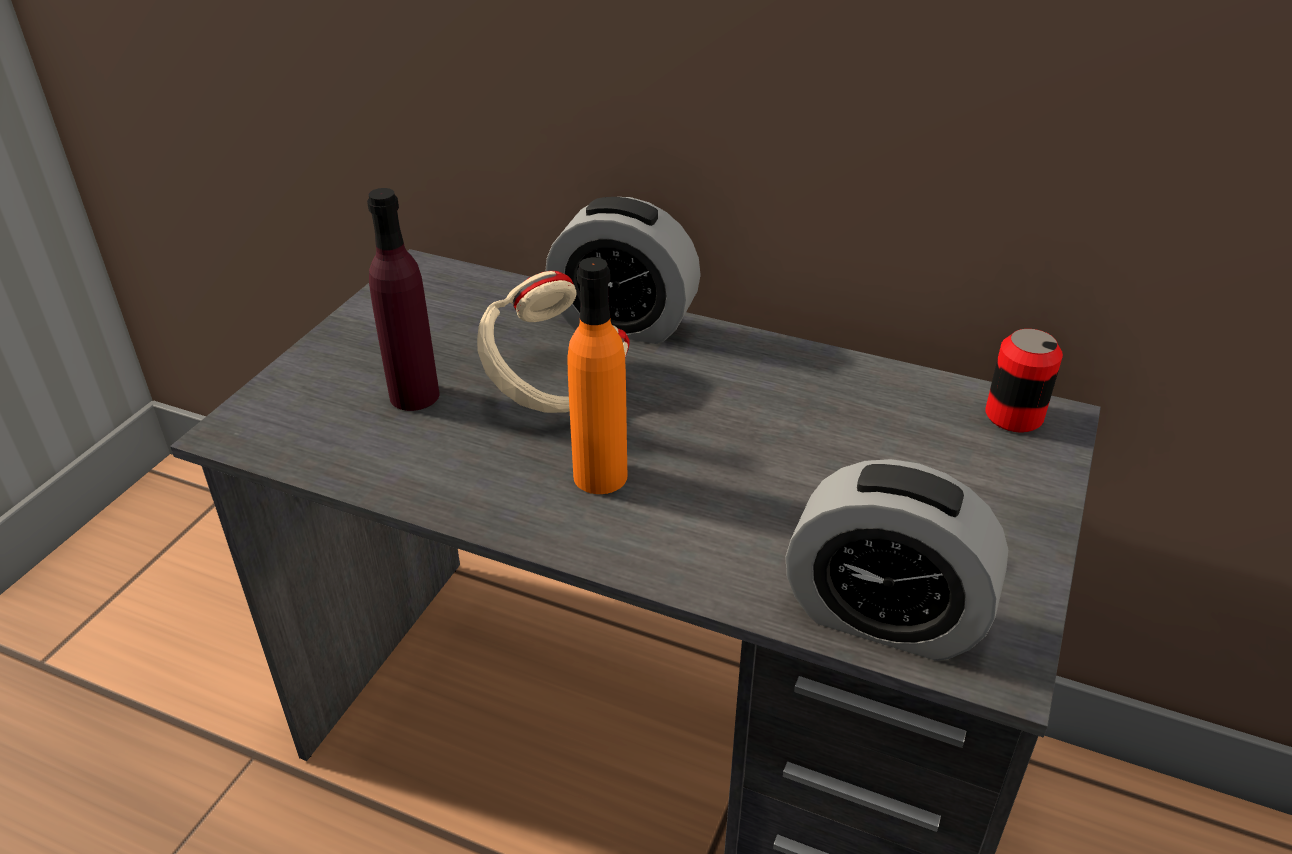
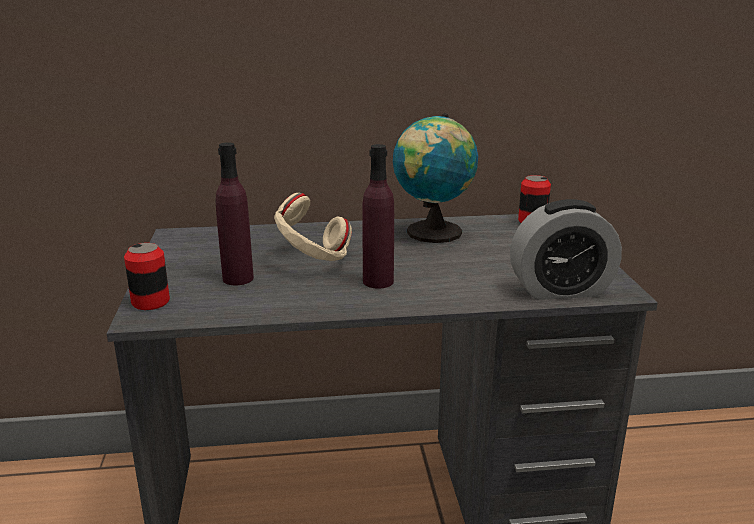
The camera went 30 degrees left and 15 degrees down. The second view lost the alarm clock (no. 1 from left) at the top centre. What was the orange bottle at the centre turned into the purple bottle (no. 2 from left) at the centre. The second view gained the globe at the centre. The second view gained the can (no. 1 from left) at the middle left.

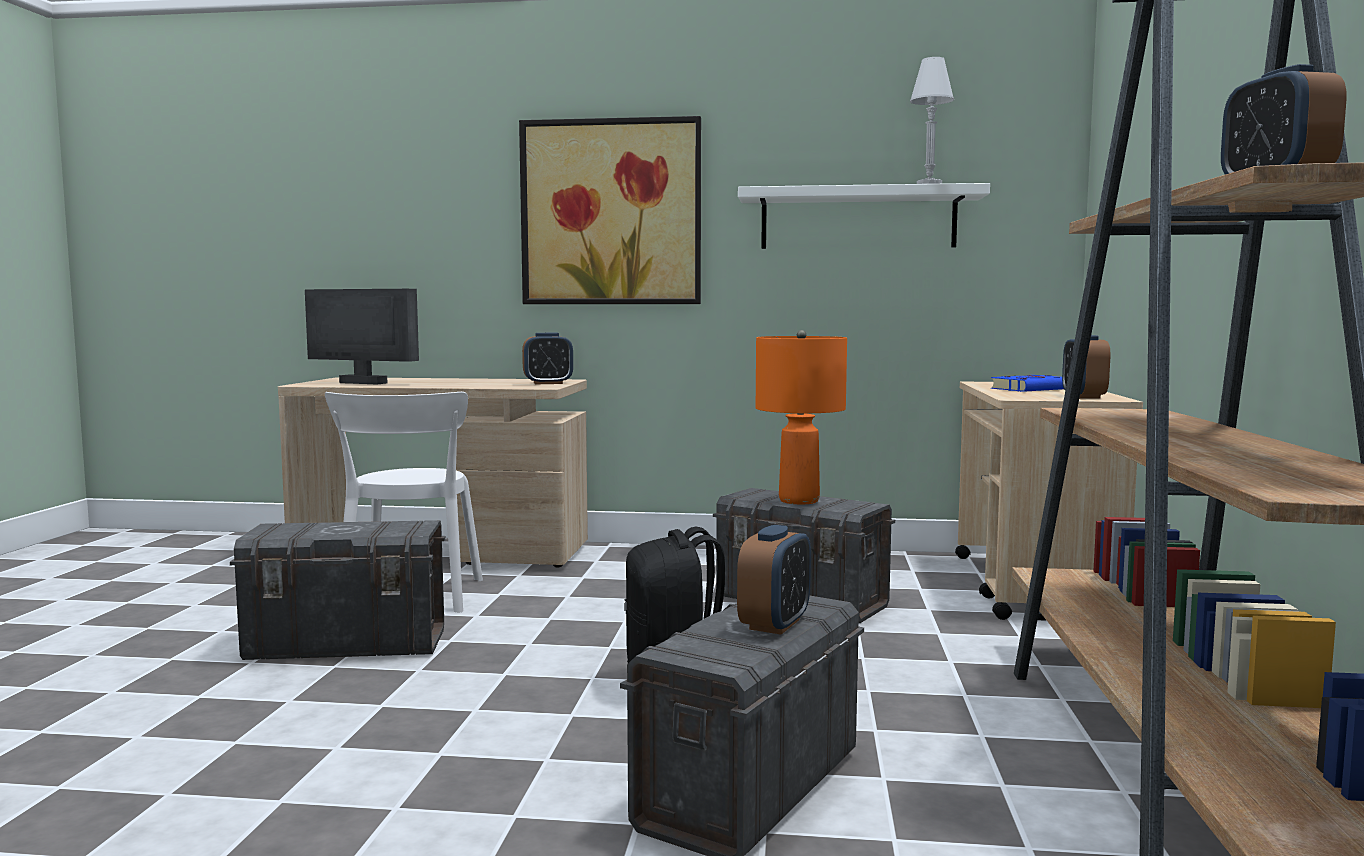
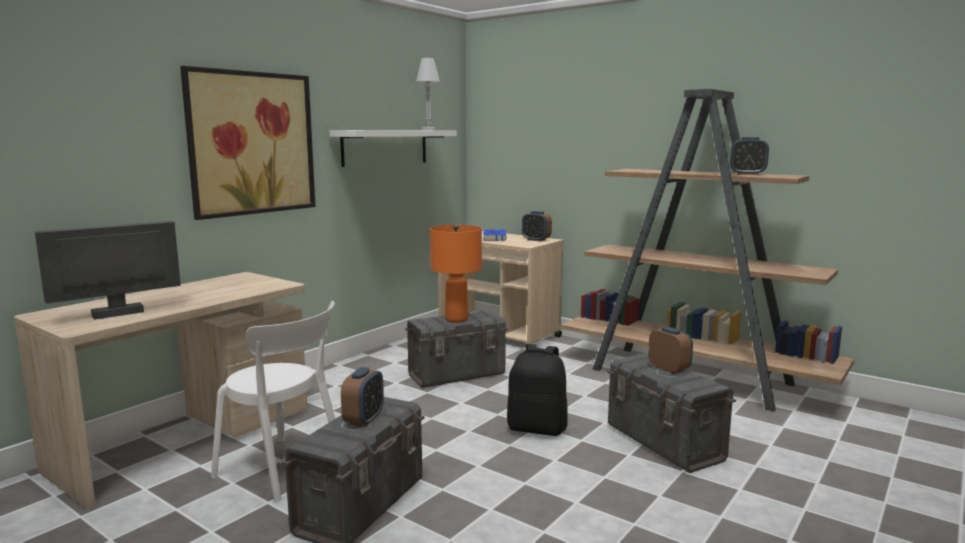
The camera went 60 degrees left and 5 degrees up. The alarm clock (no. 1 from left) ended up elsewhere, having gone from the centre to the bottom centre.

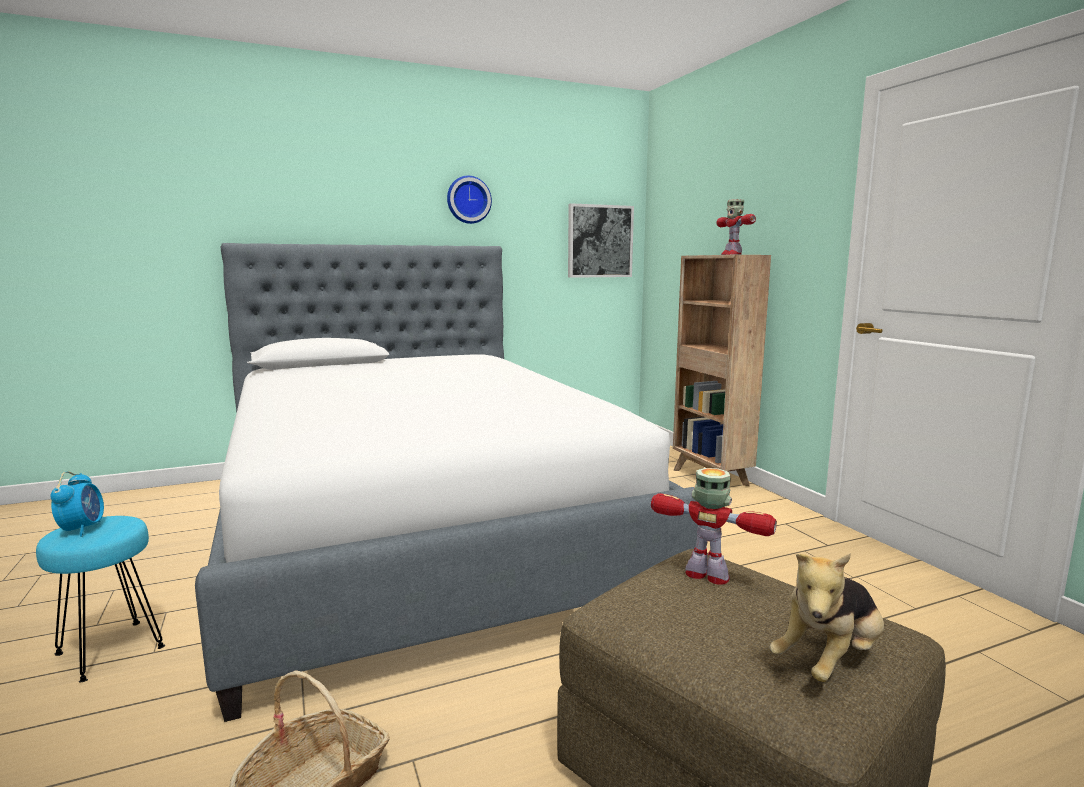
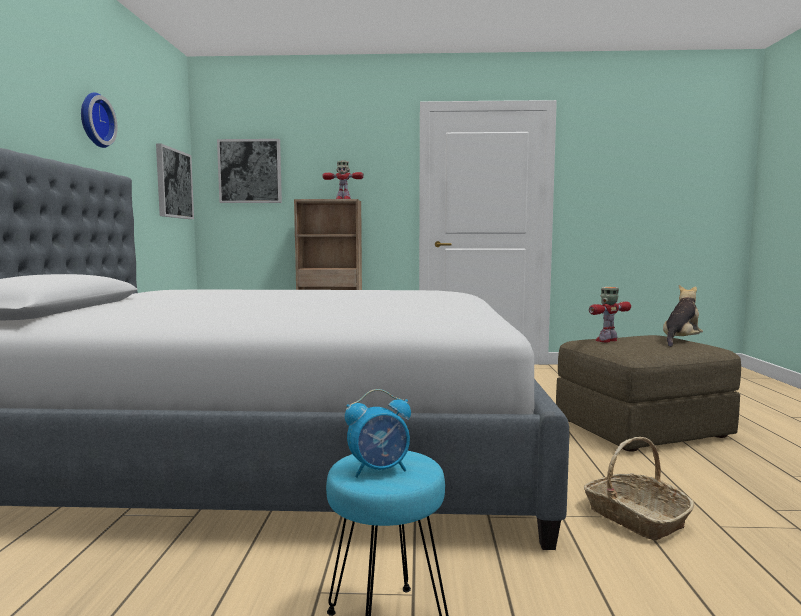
The camera went 65 degrees left and 5 degrees down. The alarm clock at the middle left ended up facing another way, 150 degrees clockwise from before. The plush toy at the bottom right ended up facing another way, 120 degrees counterclockwise from before. The second view gained the picture (no. 2 from left) at the top left.

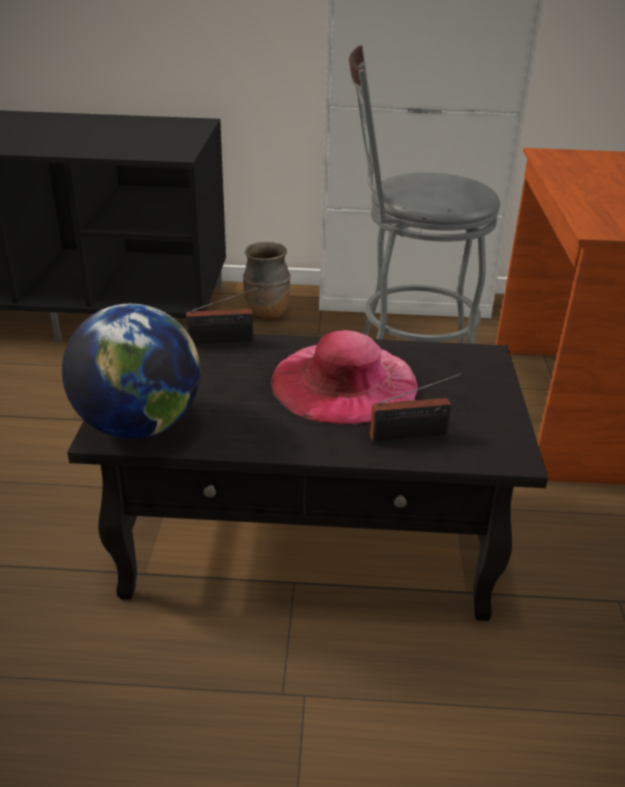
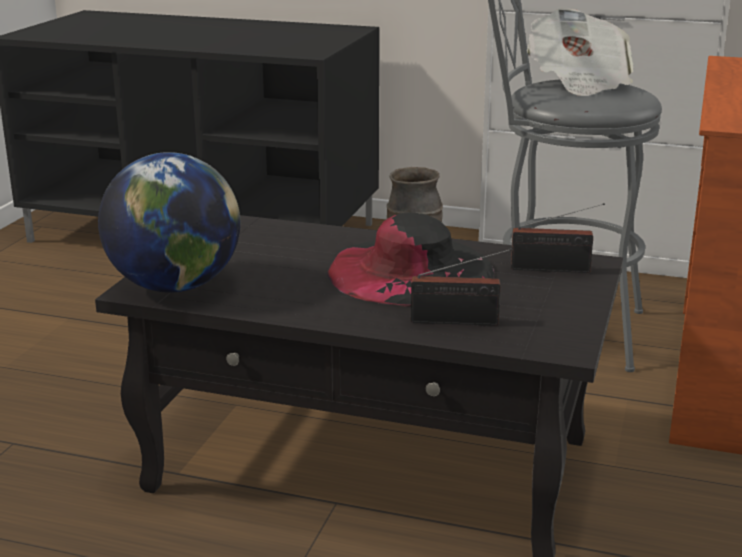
The camera went 15 degrees right and 10 degrees down. The radio (no. 1 from left in the first image) ended up elsewhere, having gone from the centre to the middle right. What was the pink hat at the centre turned into the black hat at the centre. The second view gained the newspaper at the top right.

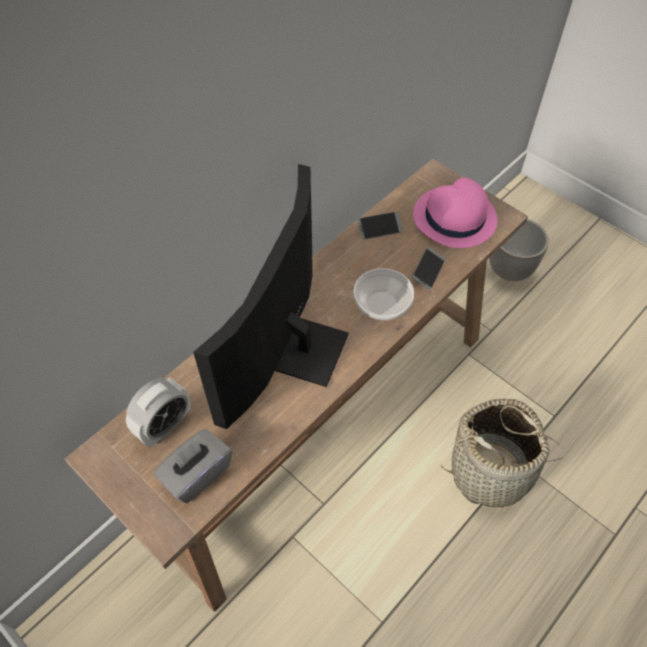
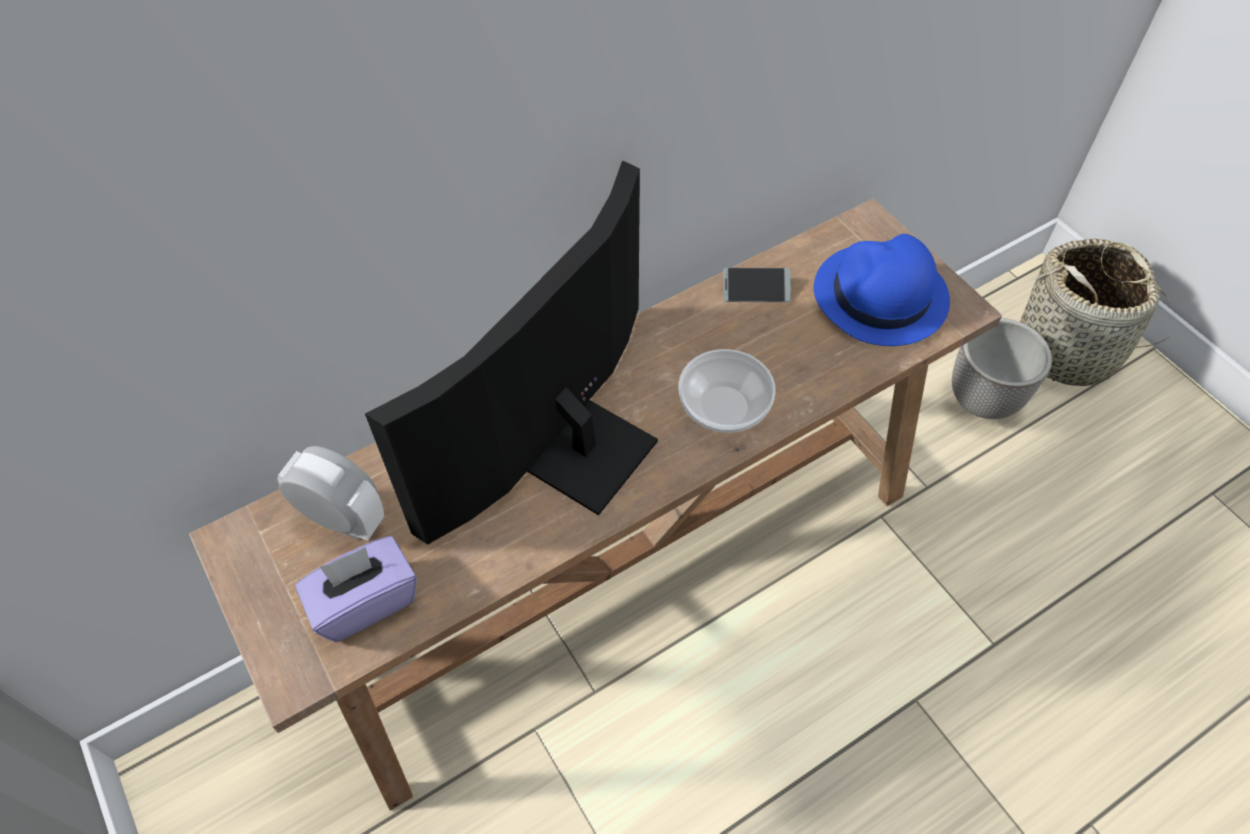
The camera went 15 degrees right and 0 degrees up. What was the pink hat at the top right turned into the blue hat at the middle right. The second view lost the phone (no. 2 from left) at the centre. The alarm clock at the middle left ended up facing another way, 120 degrees counterclockwise from before. The basket ended up elsewhere, having gone from the bottom right to the middle right. What was the grey tissue box at the bottom left turned into the purple tissue box at the bottom left.

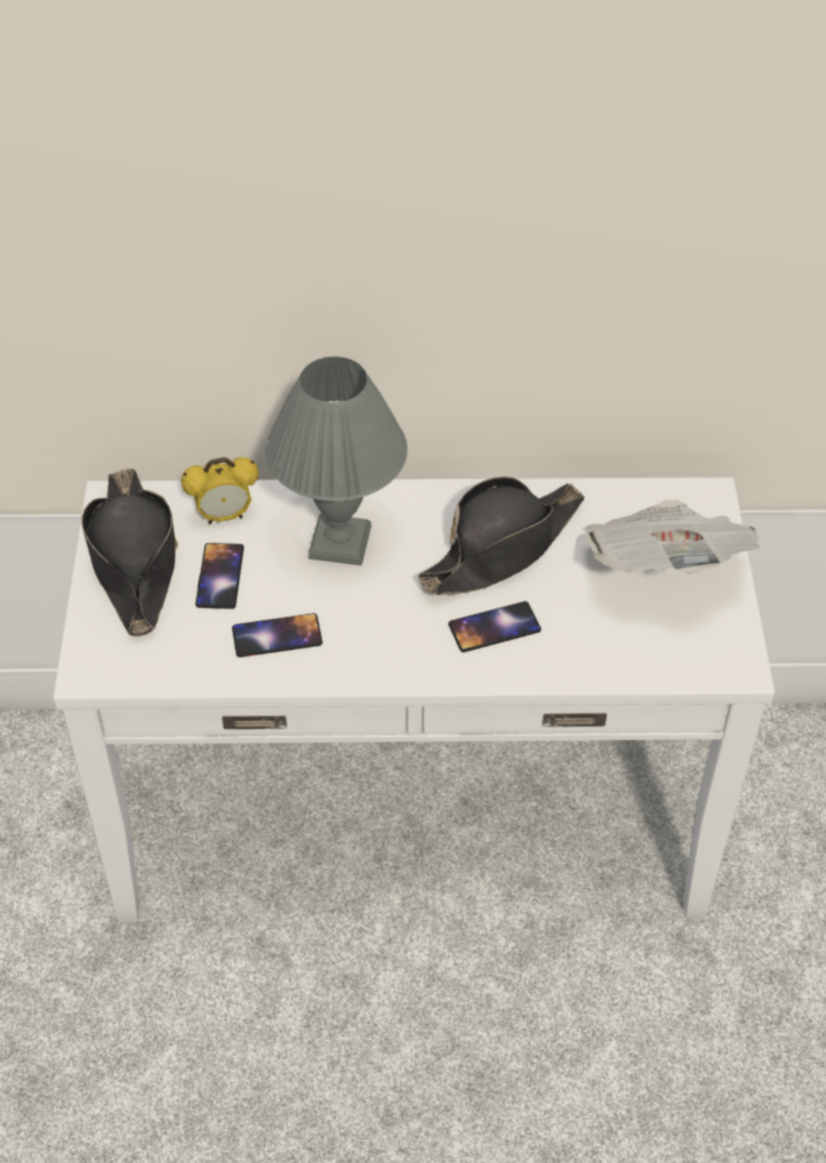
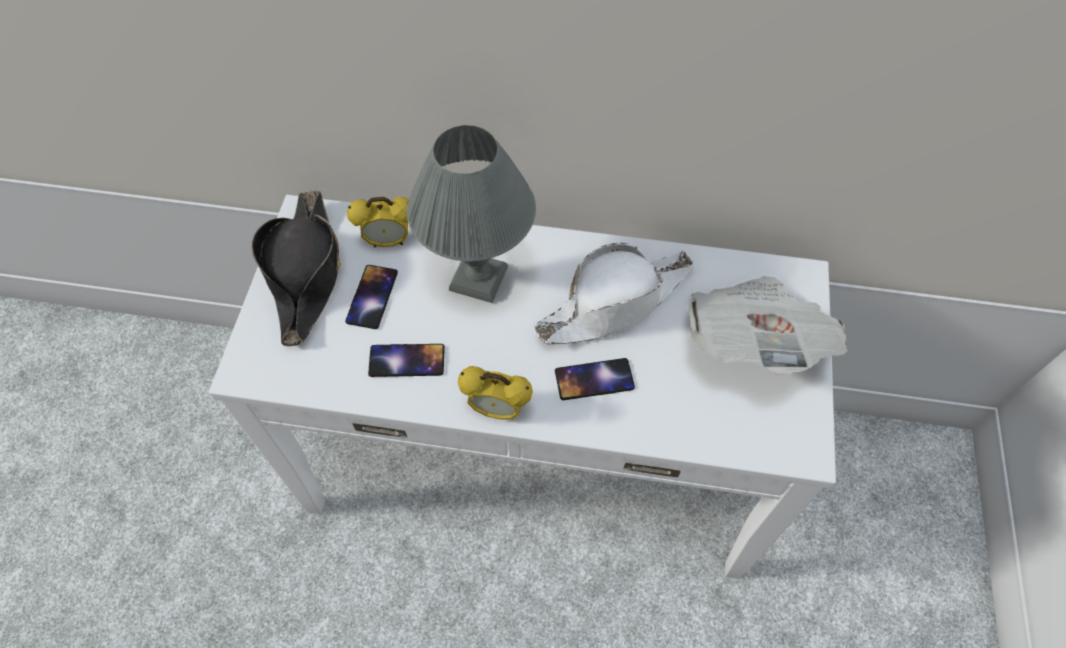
The camera went 10 degrees right and 10 degrees up. What was the black hat (no. 2 from left) at the centre turned into the white hat at the centre. The second view gained the alarm clock (no. 2 from left) at the centre.

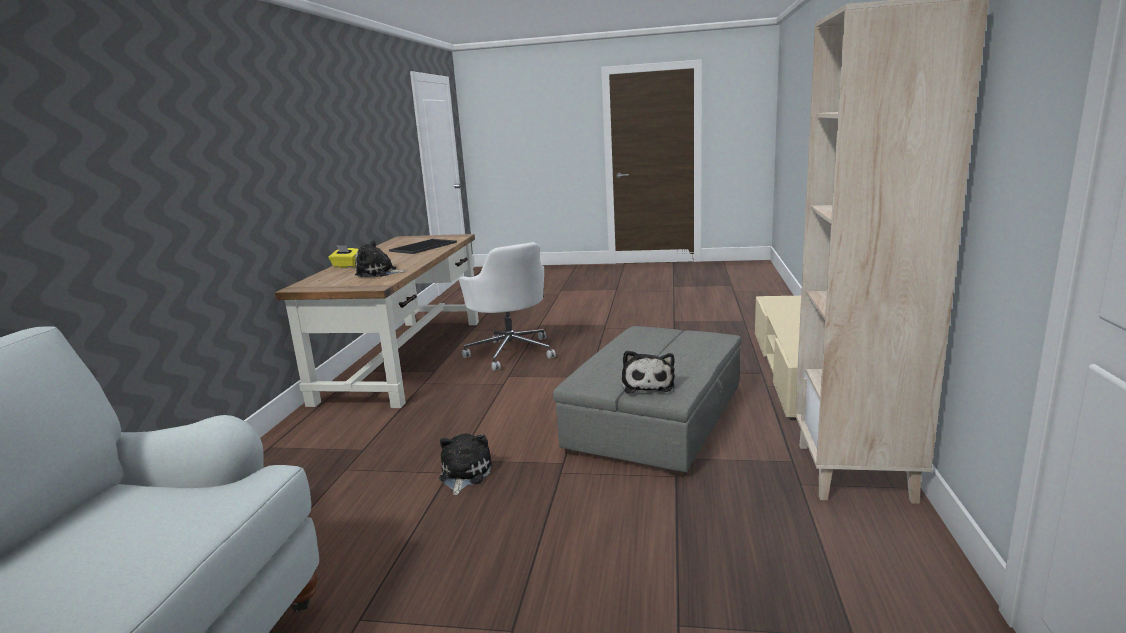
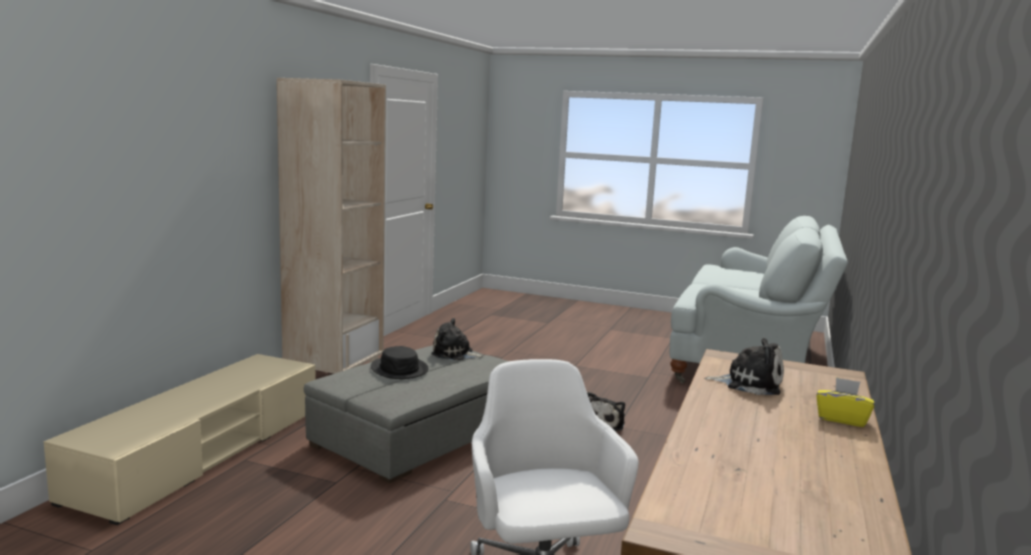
The camera went 170 degrees left and 5 degrees down. The second view lost the tray at the centre. The plush toy (no. 3 from left in the first image) at the centre ended up facing another way, 90 degrees counterclockwise from before. The second view gained the black hat at the centre.

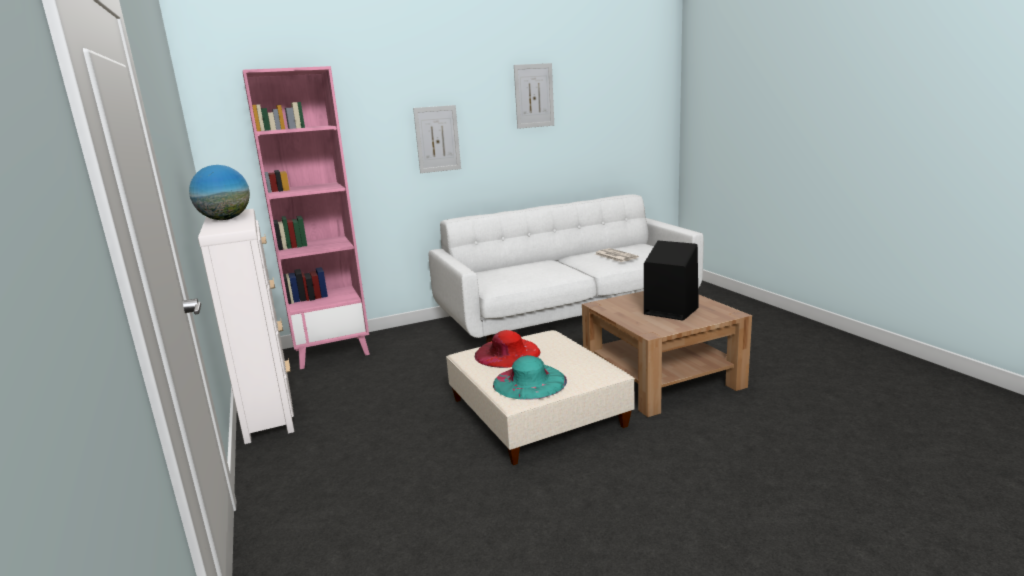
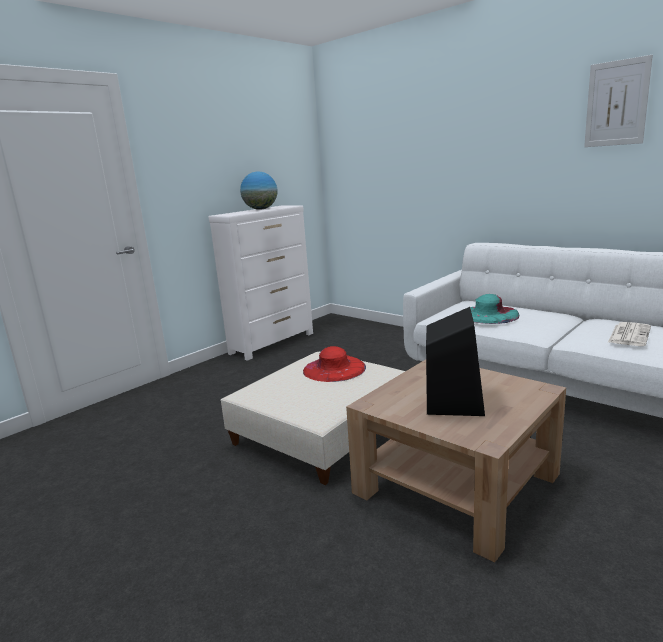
The camera went 65 degrees right and 0 degrees up. The second view lost the pink bookcase at the middle left. The second view lost the picture (no. 1 from left) at the top centre. The turquoise hat ended up elsewhere, having gone from the centre to the middle right.

